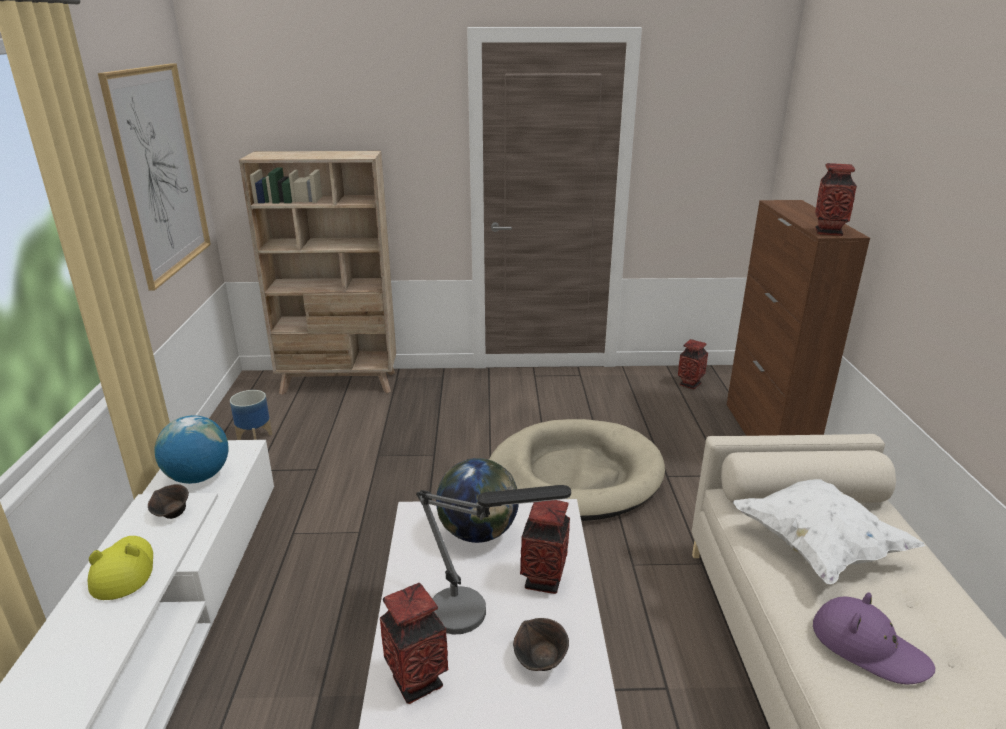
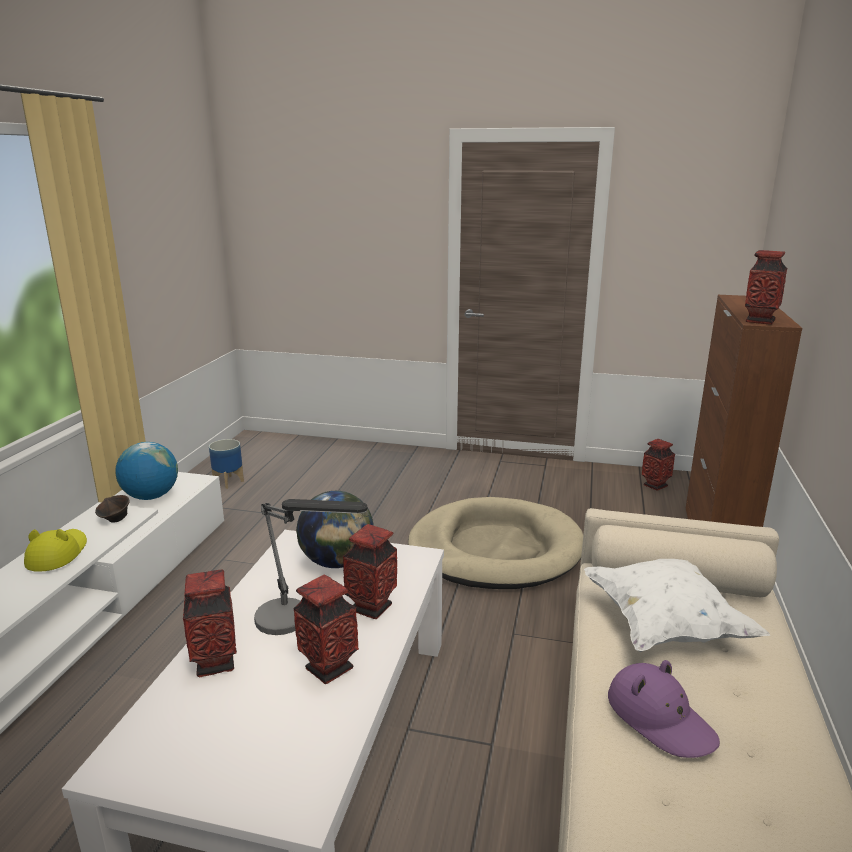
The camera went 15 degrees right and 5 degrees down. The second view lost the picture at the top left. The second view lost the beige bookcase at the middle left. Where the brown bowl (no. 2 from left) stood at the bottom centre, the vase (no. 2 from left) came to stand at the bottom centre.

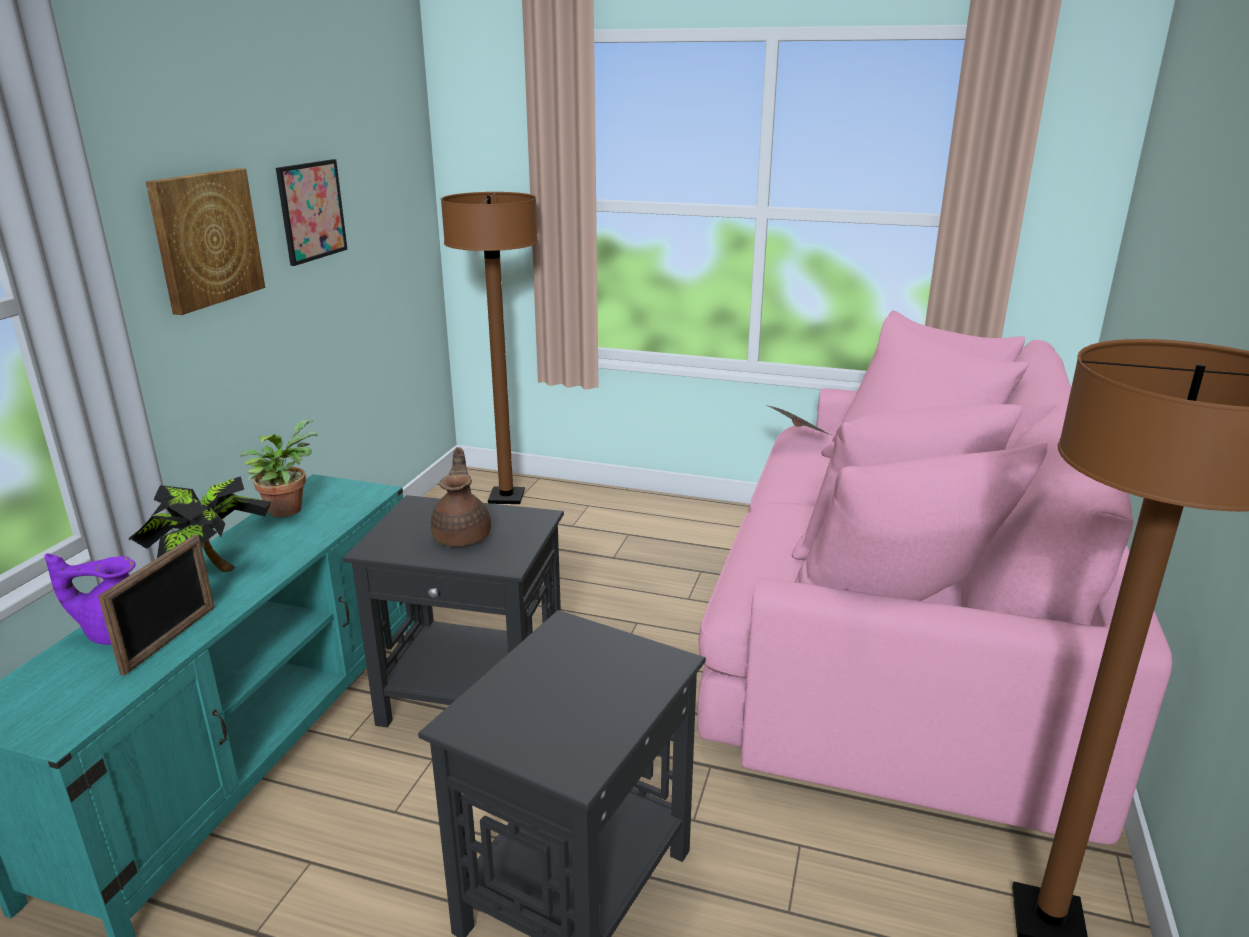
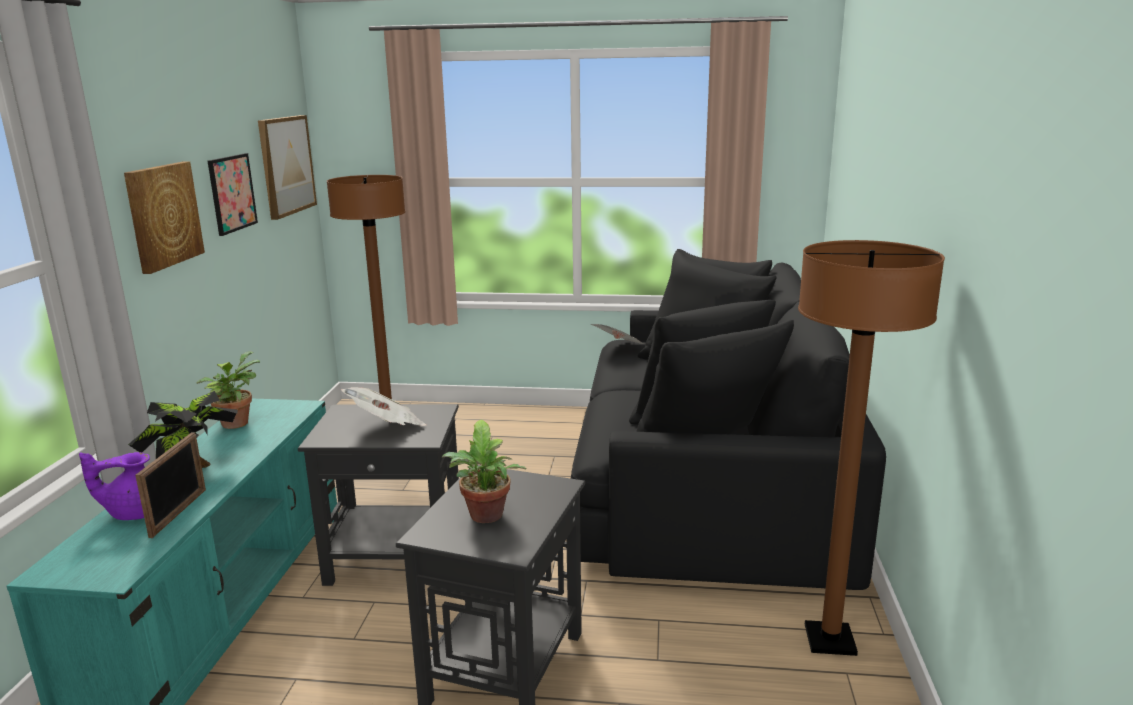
The camera went 10 degrees left and 5 degrees down. What was the pink sofa at the middle right turned into the black sofa at the centre. Where the brown teapot stood at the centre, the newspaper (no. 1 from left) came to stand at the centre. The second view gained the picture (no. 3 from left) at the top left. The second view gained the potted plant (no. 3 from left) at the bottom centre.

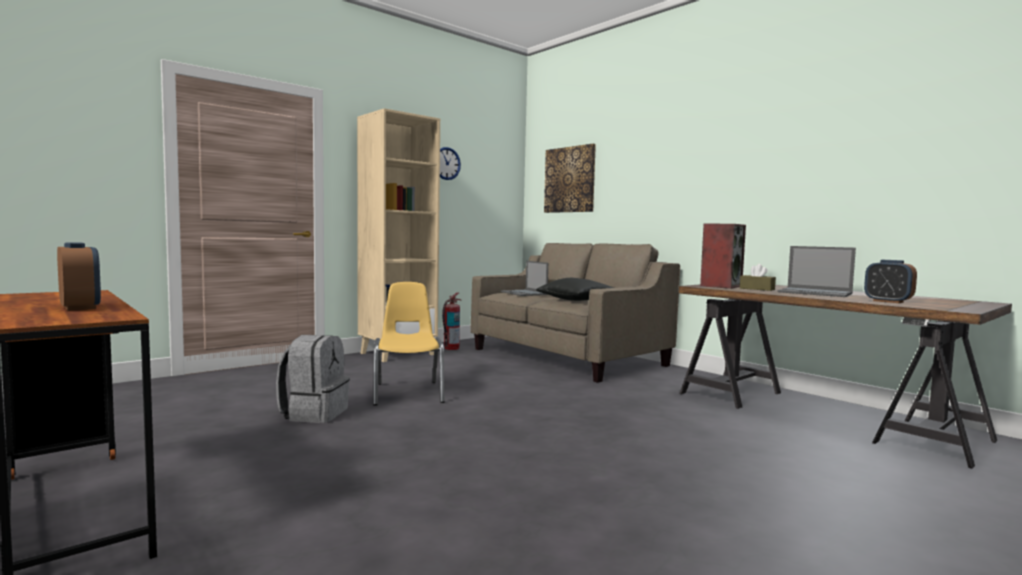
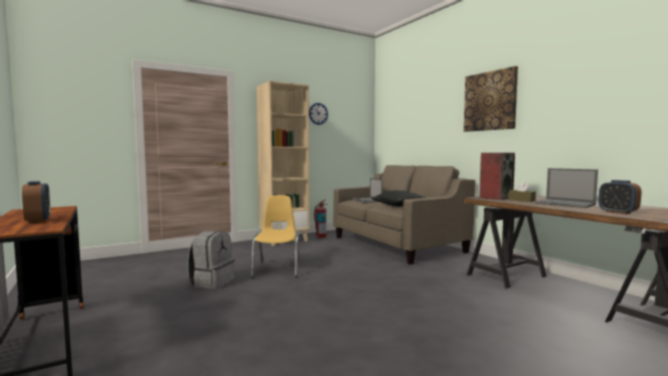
The camera went 10 degrees right and 0 degrees up. The picture ended up elsewhere, having gone from the top centre to the top right.

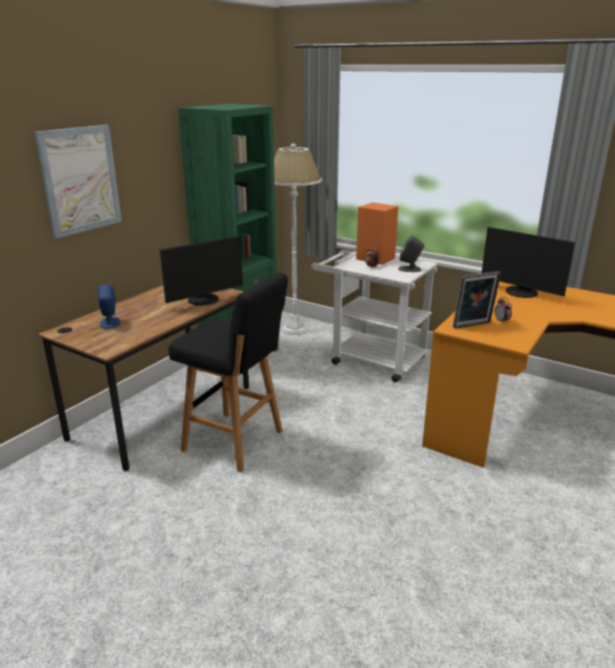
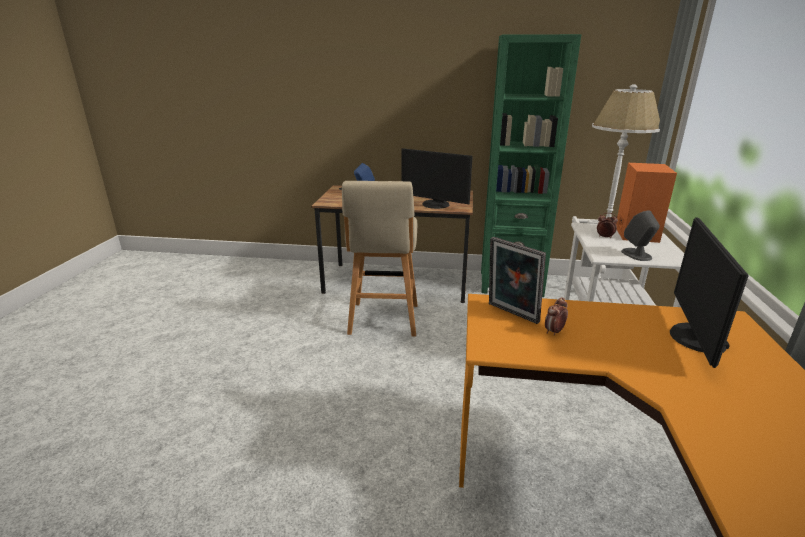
The camera went 65 degrees right and 0 degrees up. The second view lost the picture at the top left. What was the black stool at the centre turned into the beige stool at the centre.

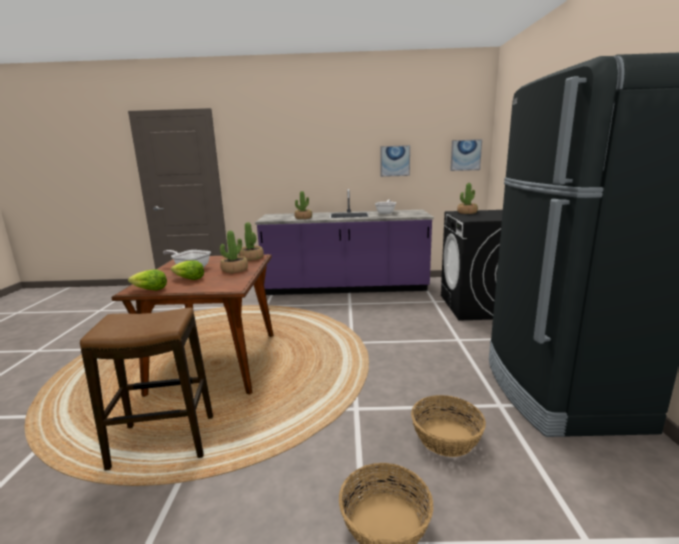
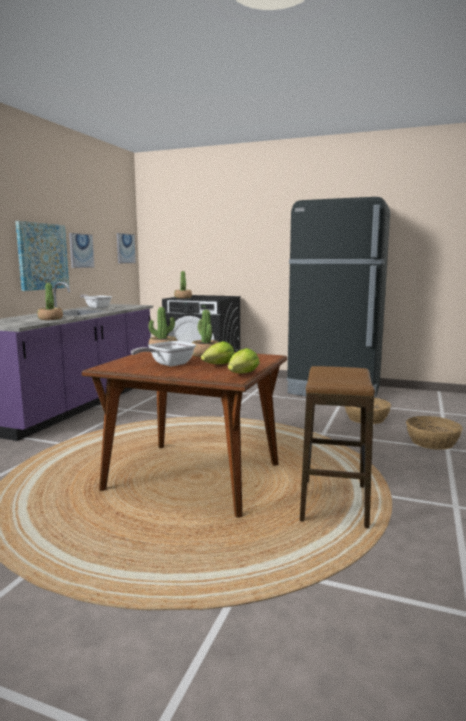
The camera went 70 degrees left and 5 degrees down. The second view gained the picture (no. 1 from left) at the middle left.

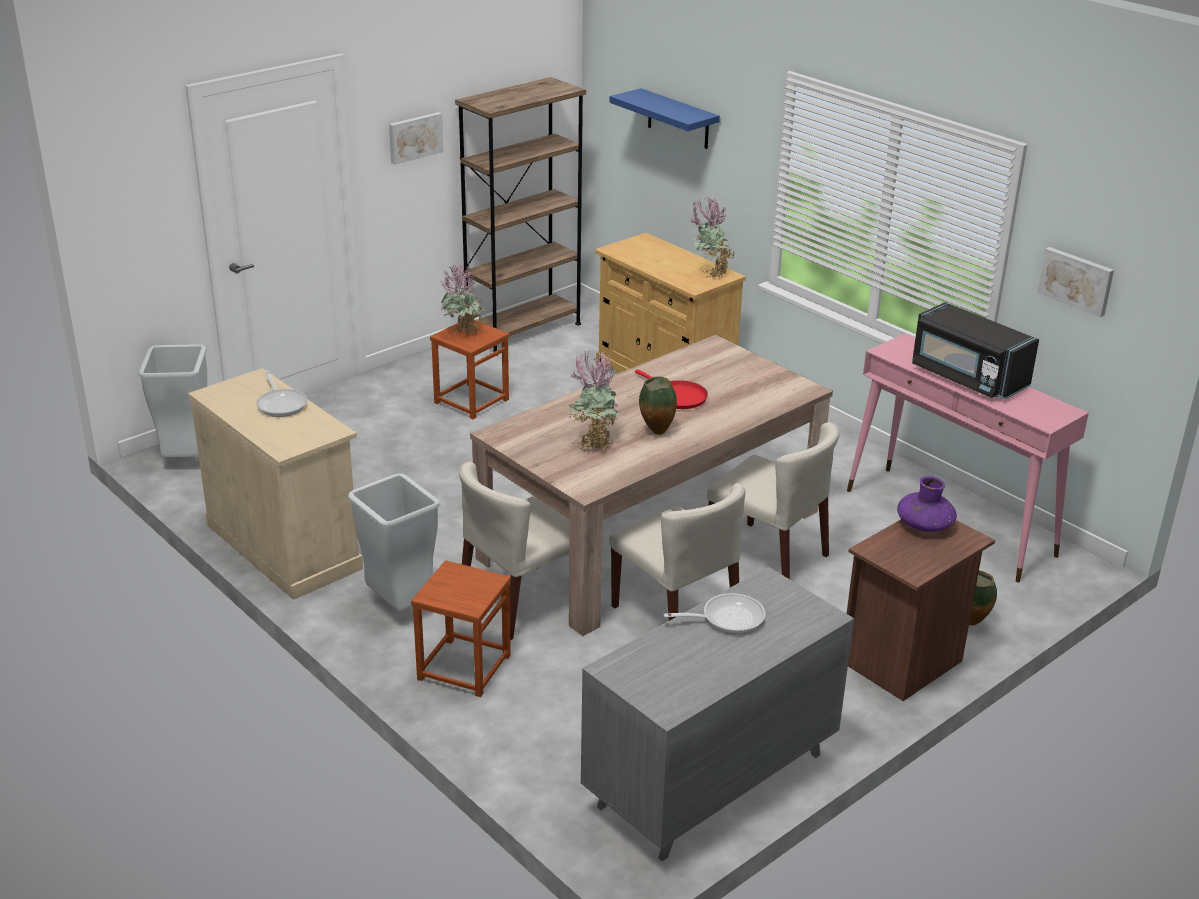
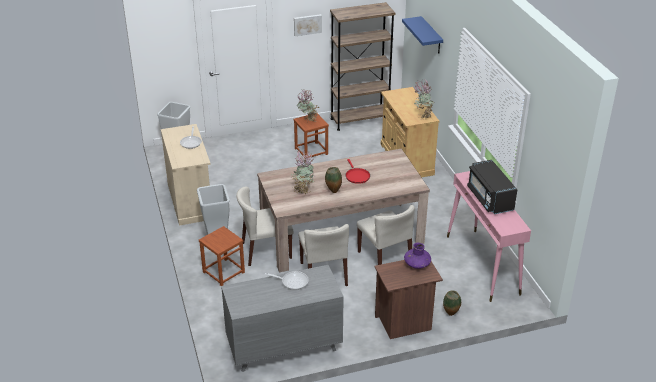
The camera went 25 degrees right and 5 degrees up. The second view lost the picture (no. 2 from left) at the top right.

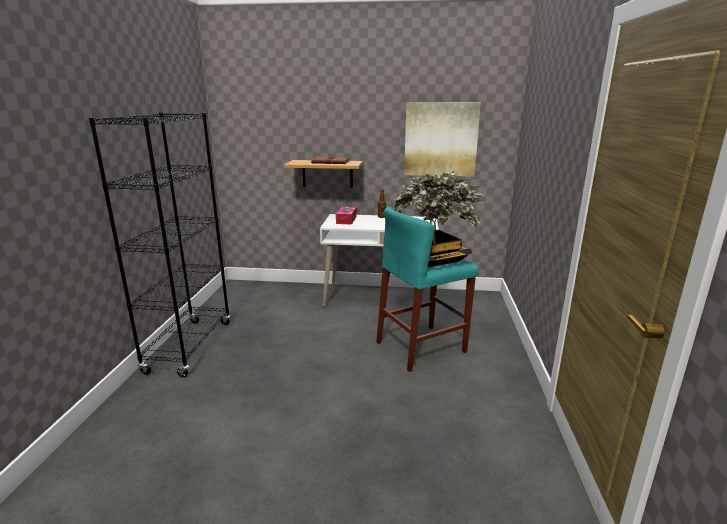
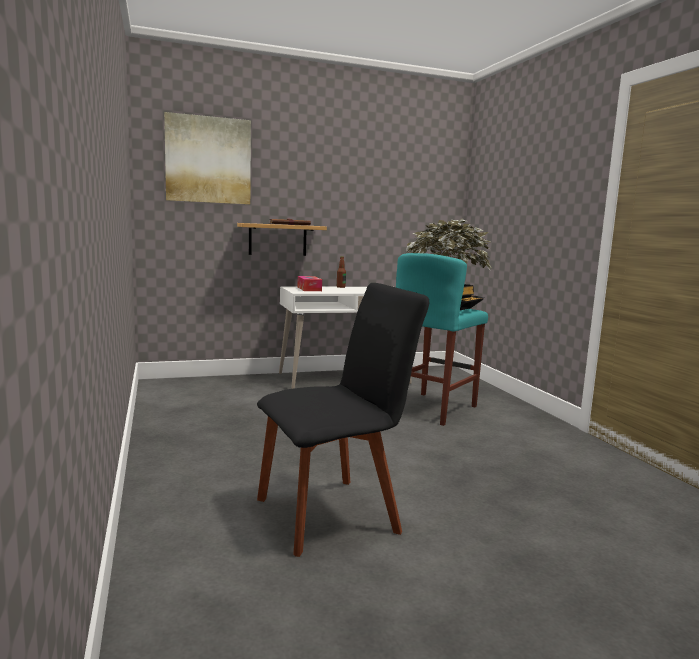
The camera went 25 degrees left and 10 degrees down. The picture ended up elsewhere, having gone from the top centre to the top left. The second view lost the black bookcase at the middle left. The second view gained the black chair at the centre.

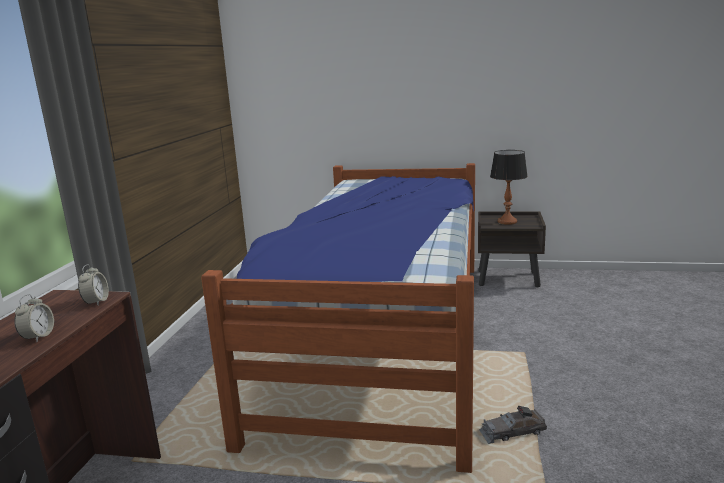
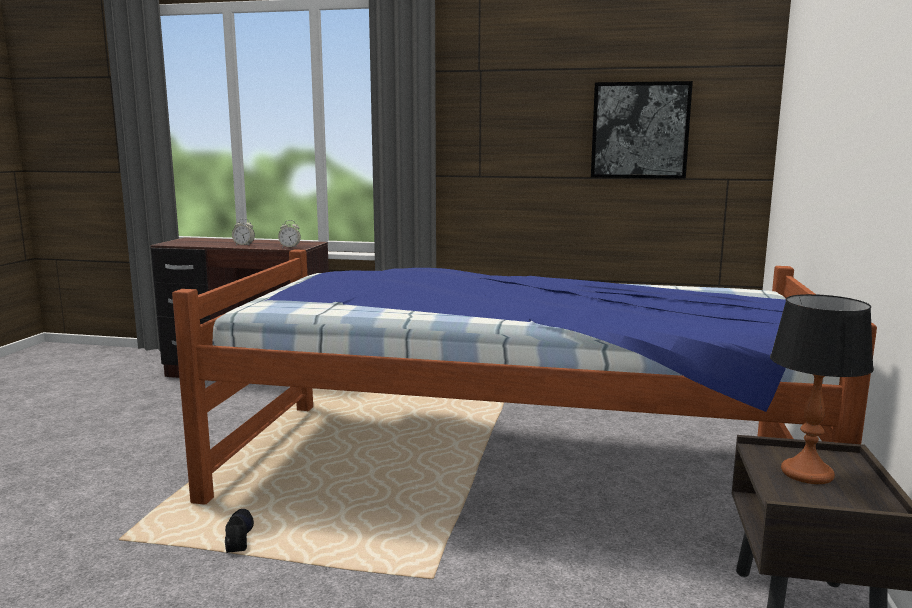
The camera went 90 degrees right and 5 degrees down. Where the grey toy car stood at the bottom right, the black shoe came to stand at the bottom left. The second view gained the picture at the top right.

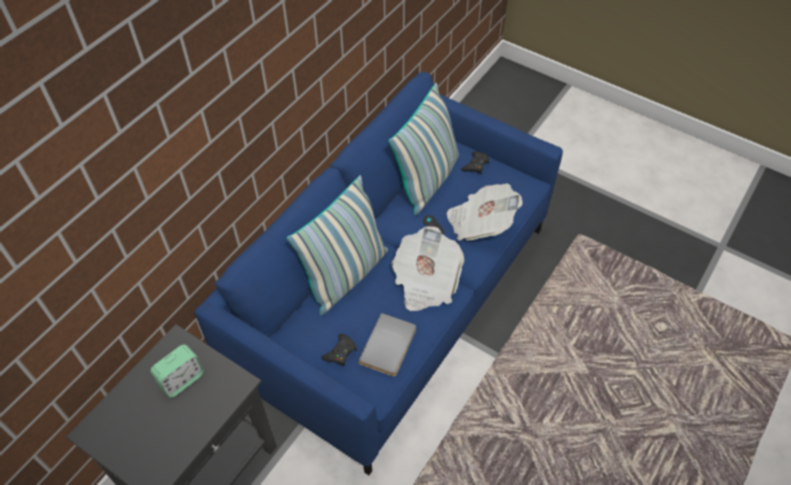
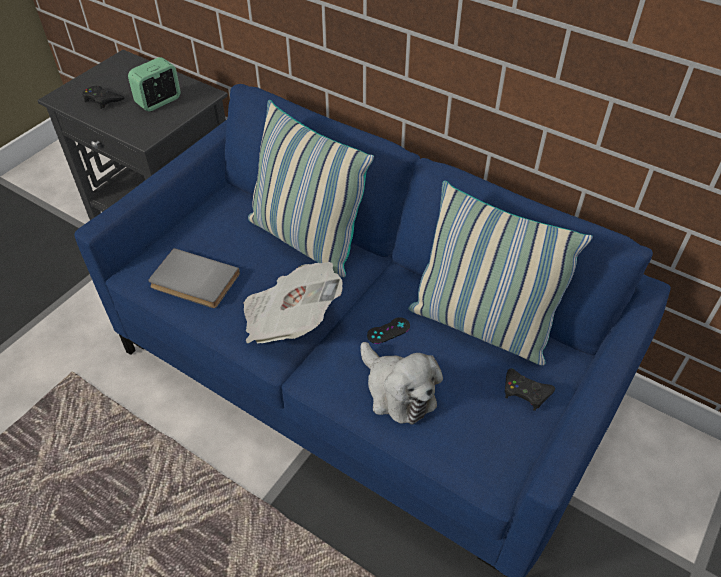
The camera went 90 degrees right and 5 degrees down. Where the newspaper (no. 2 from left) stood at the centre, the plush toy came to stand at the centre. The black game controller (no. 1 from left) ended up elsewhere, having gone from the bottom centre to the top left. The alarm clock at the bottom left ended up facing another way, 90 degrees clockwise from before.

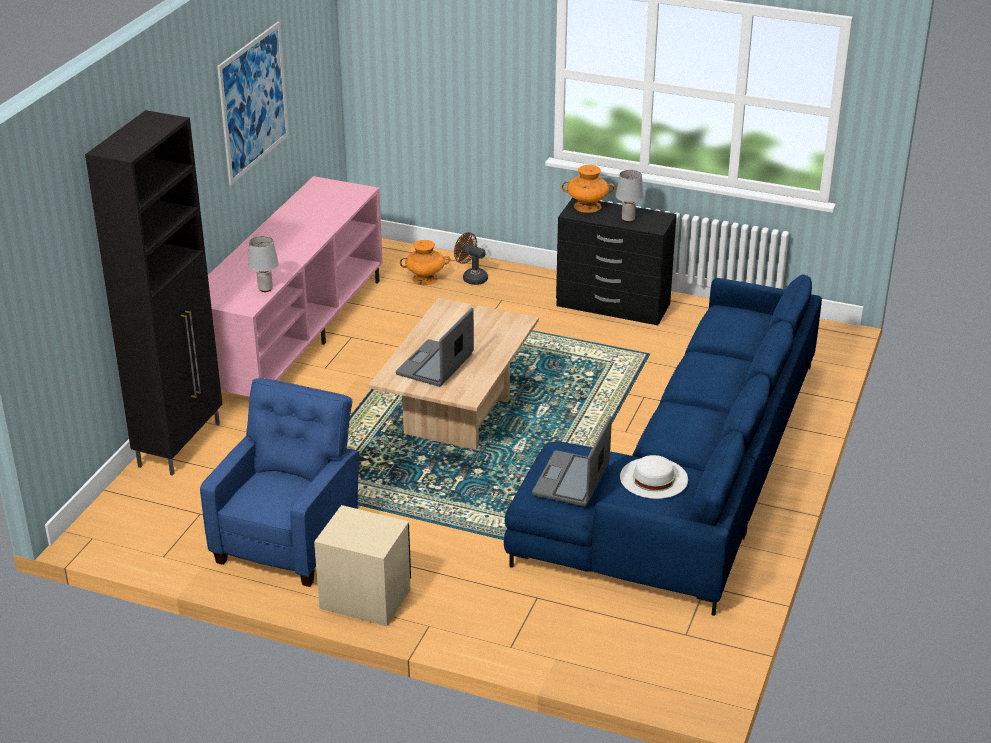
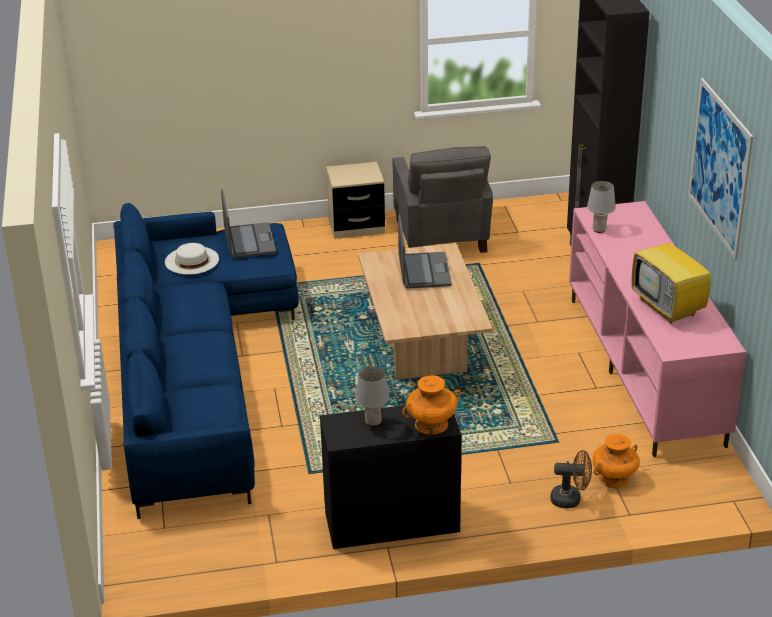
The camera went 150 degrees right and 0 degrees up. What was the blue armchair at the middle left turned into the grey armchair at the top centre. The second view gained the television at the middle right.

